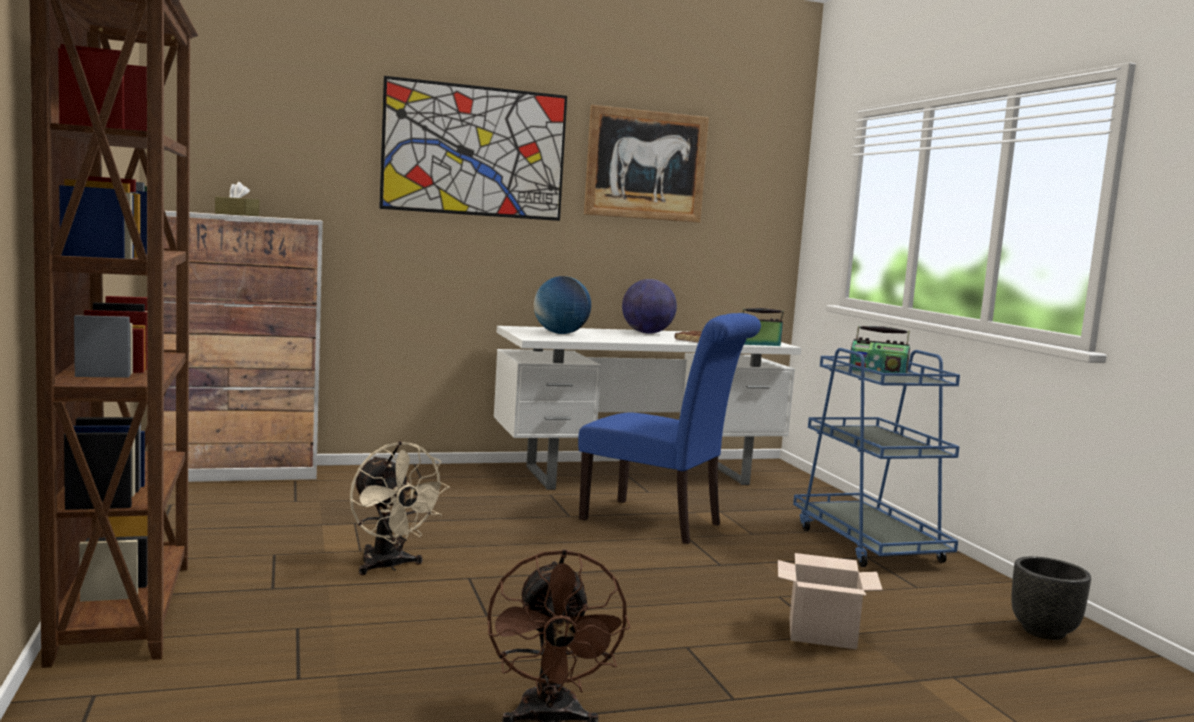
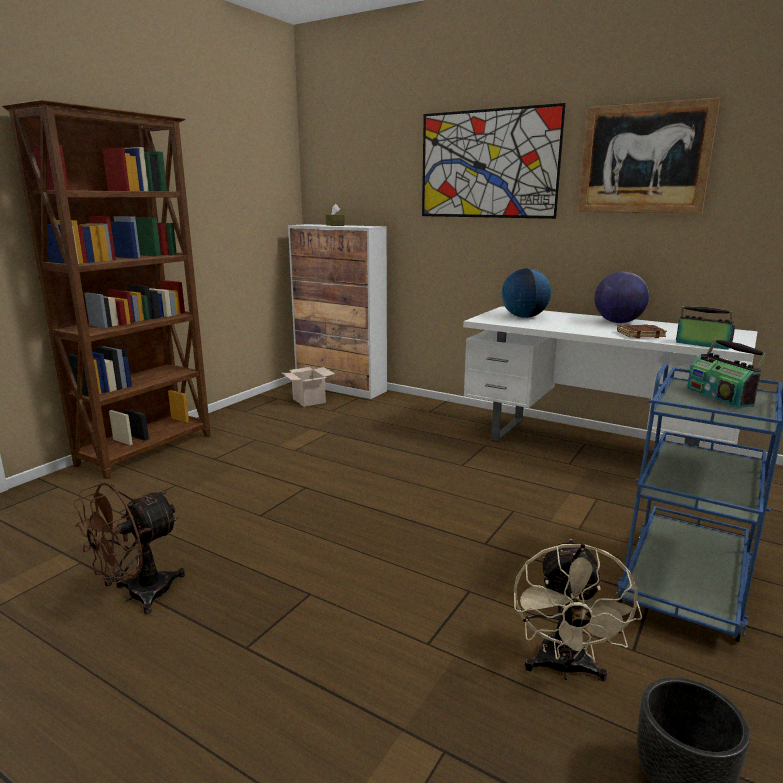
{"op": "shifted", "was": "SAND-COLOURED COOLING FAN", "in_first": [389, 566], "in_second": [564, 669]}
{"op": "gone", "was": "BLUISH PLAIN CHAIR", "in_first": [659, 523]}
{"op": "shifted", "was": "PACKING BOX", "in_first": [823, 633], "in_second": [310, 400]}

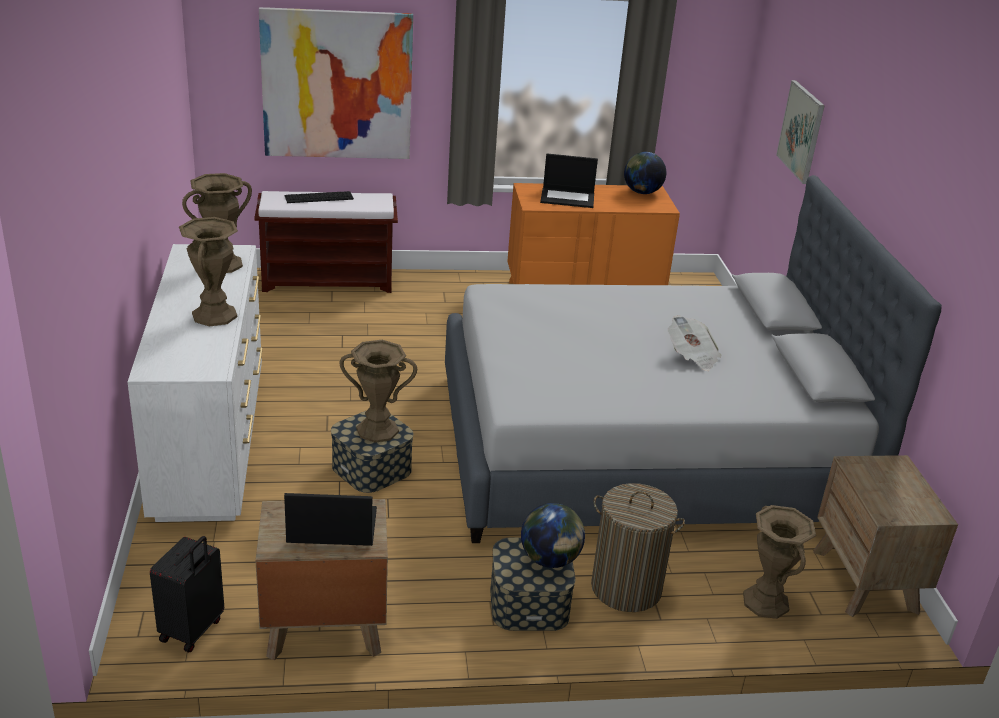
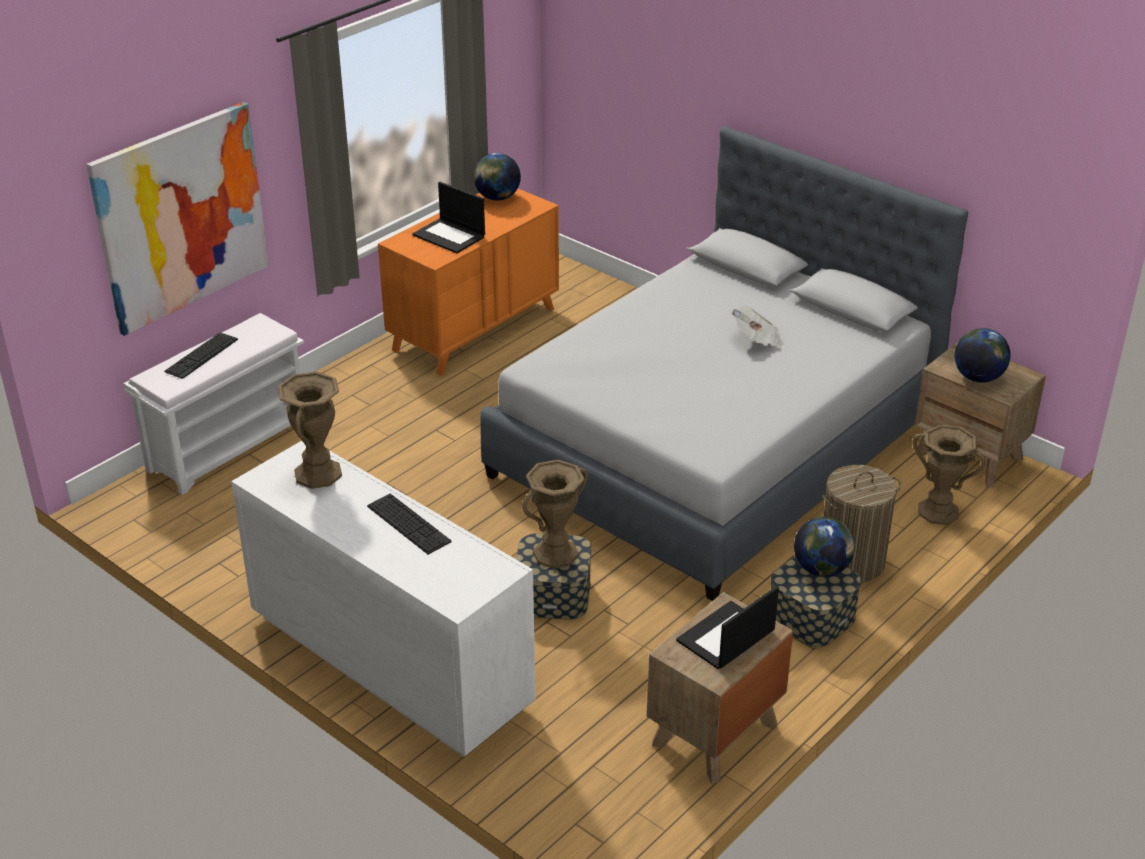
{"op": "gone", "was": "BLACKISH SUITCASE", "in_first": [193, 630]}
{"op": "swapped", "was": "BROWN-COLOURED DECORATIVE VASE", "now": "COMPUTER KEYBOARD", "in_first": [214, 315], "in_second": [408, 524]}
{"op": "repainted", "was": "BROWN-COLOURED LONG SEAT", "now": "WHITE-COLOURED LONG SEAT", "in_first": [329, 281], "in_second": [229, 445]}
{"op": "rotated", "was": "PORTABLE COMPUTER", "in_first": [568, 198], "in_second": [450, 236], "clockwise": 75}
{"op": "gone", "was": "PICTURE", "in_first": [801, 131]}
{"op": "new", "now": "WORLD GLOBE", "in_second": [978, 377]}

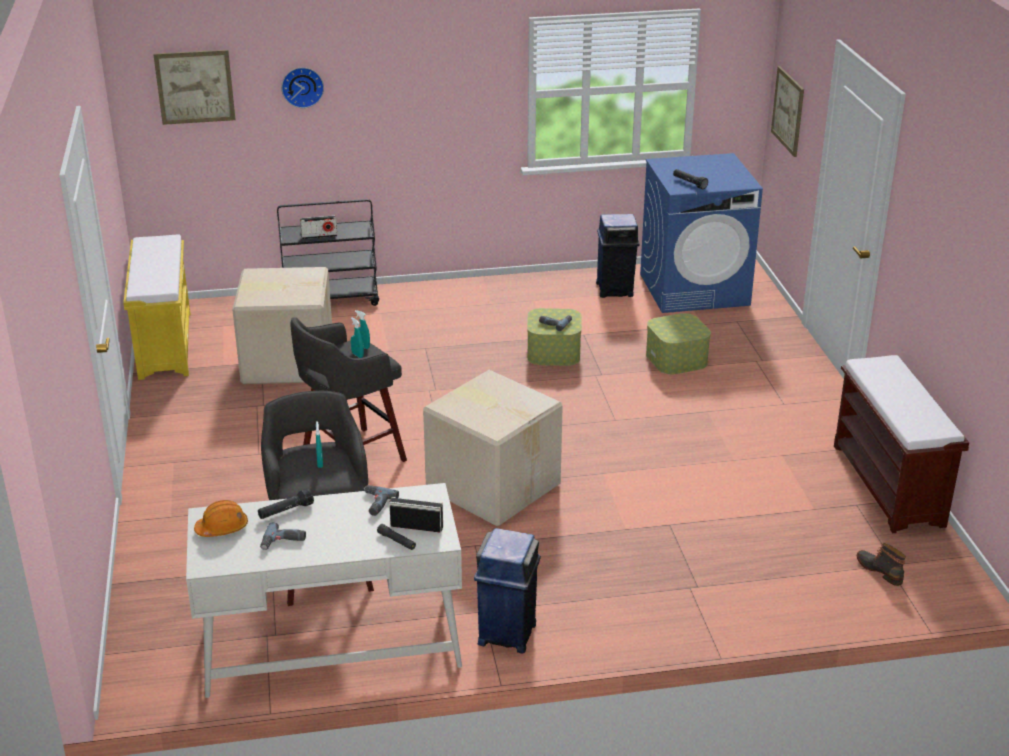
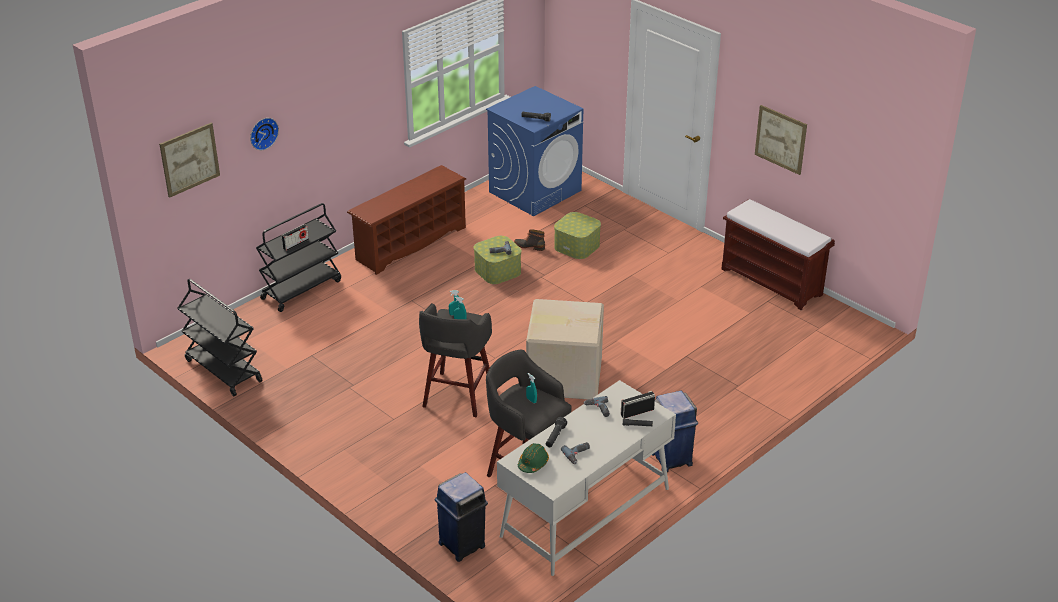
{"op": "swapped", "was": "YELLOWISH LONG SEAT", "now": "BLACKISH TROLLEY", "in_first": [164, 344], "in_second": [222, 370]}
{"op": "repainted", "was": "ORANGE-COLOURED HARD HAT", "now": "GREENISH HARD HAT", "in_first": [222, 528], "in_second": [533, 463]}
{"op": "gone", "was": "PACKING BOX", "in_first": [287, 361]}
{"op": "shifted", "was": "BLUISH RUBBISH BIN", "in_first": [615, 289], "in_second": [462, 544]}
{"op": "shifted", "was": "PICTURE", "in_first": [788, 111], "in_second": [780, 139]}
{"op": "shifted", "was": "TALL BOOT", "in_first": [880, 570], "in_second": [529, 246]}
{"op": "new", "now": "BROWN-COLOURED SHOE SHELF", "in_second": [410, 243]}

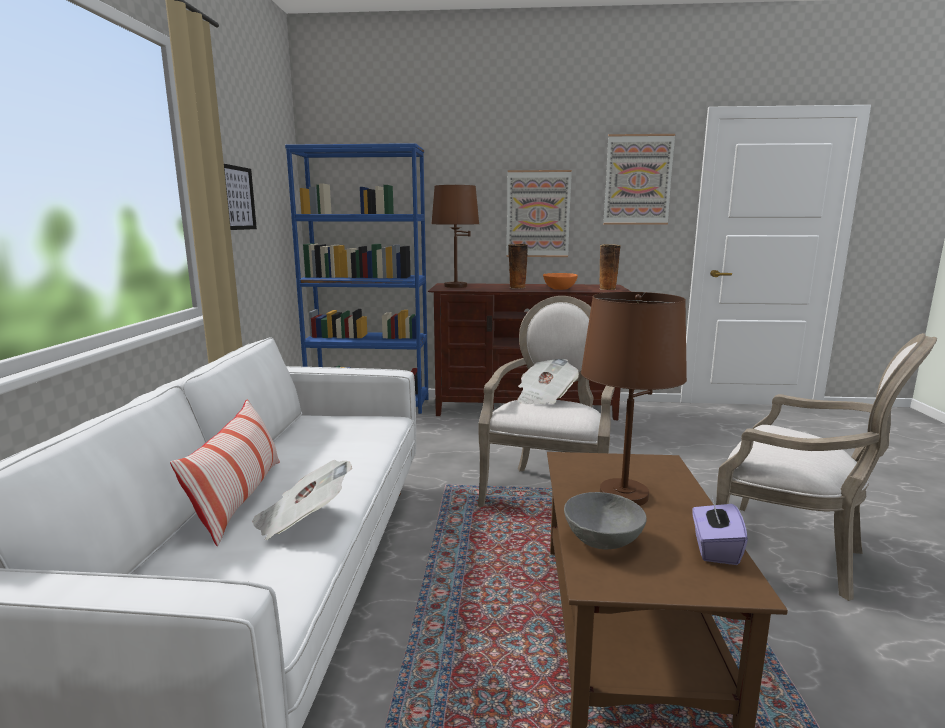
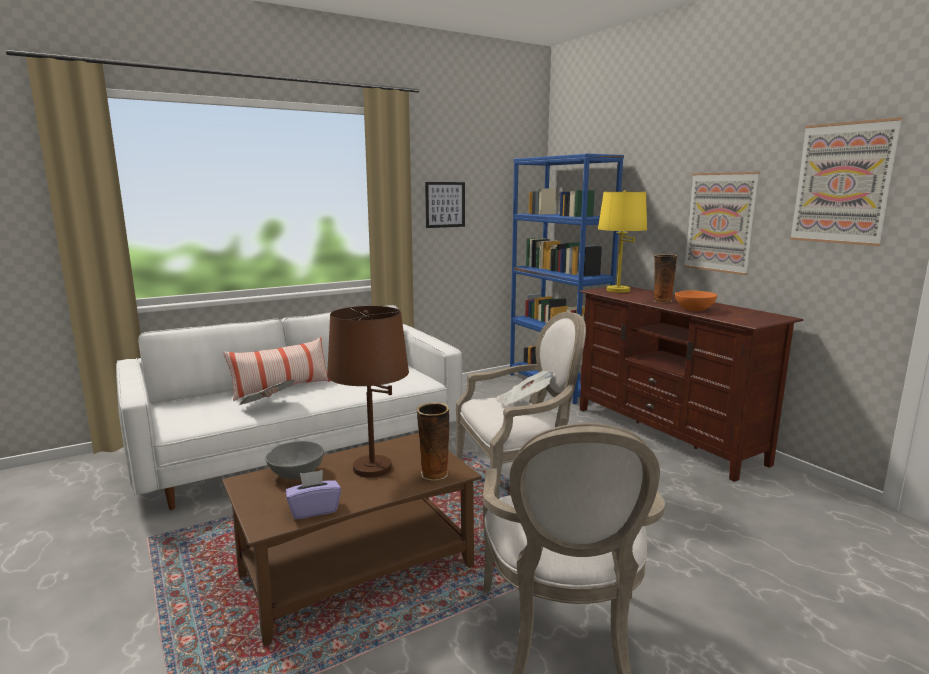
{"op": "repainted", "was": "BROWN-COLOURED TABLE LAMP", "now": "YELLOWISH TABLE LAMP", "in_first": [455, 286], "in_second": [617, 290]}
{"op": "shifted", "was": "DECORATIVE VASE", "in_first": [608, 289], "in_second": [433, 474]}

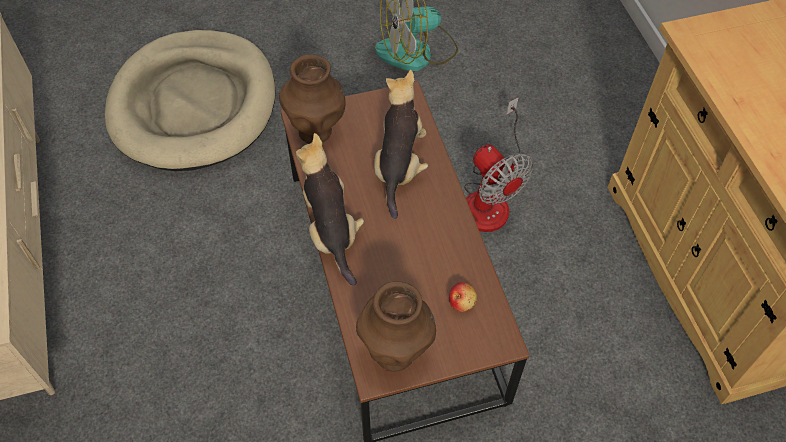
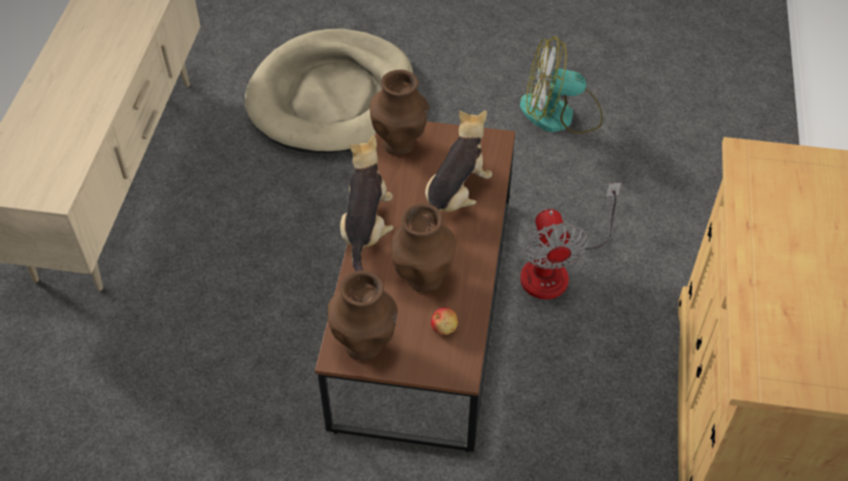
{"op": "new", "now": "BROWN-COLOURED DECORATIVE VASE", "in_second": [423, 278]}

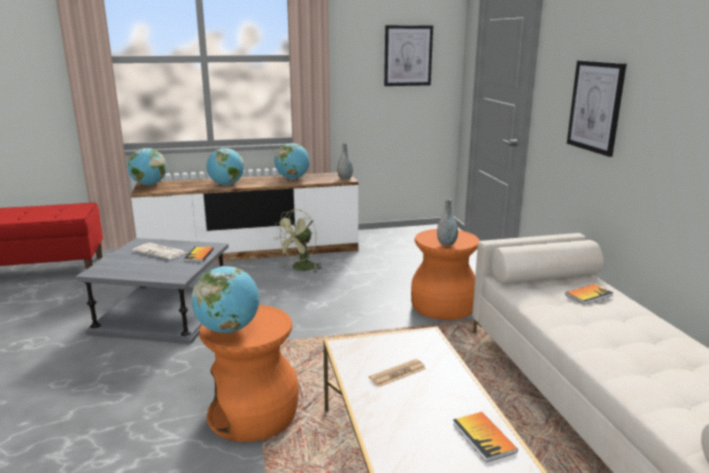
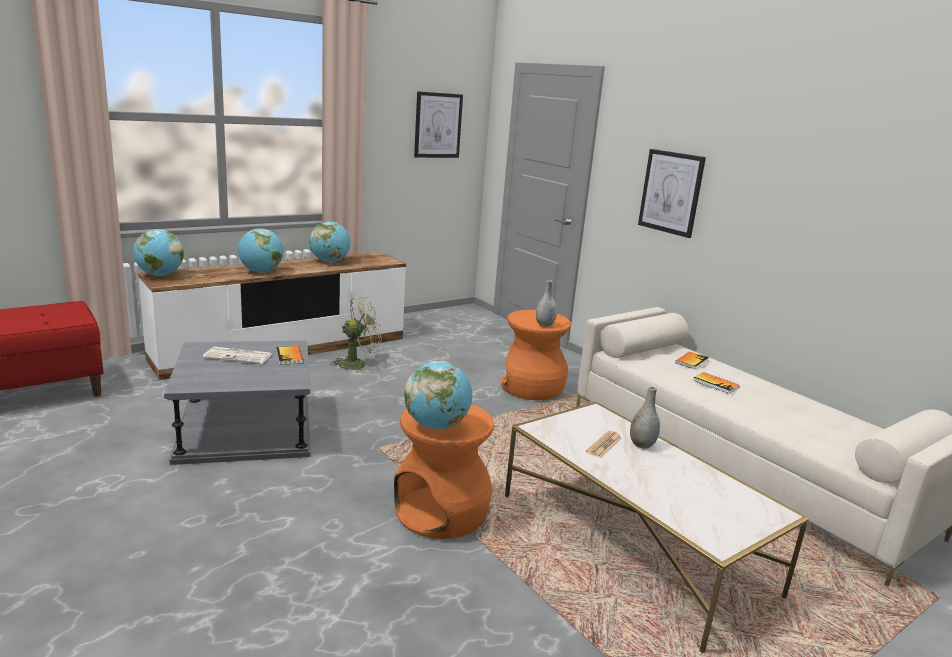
{"op": "rotated", "was": "GREENISH COOLING FAN", "in_first": [300, 269], "in_second": [358, 364], "clockwise": -135}
{"op": "shifted", "was": "GREYISH DECORATIVE VASE", "in_first": [345, 178], "in_second": [642, 445]}
{"op": "shifted", "was": "BOUND BOOK", "in_first": [484, 437], "in_second": [715, 384]}

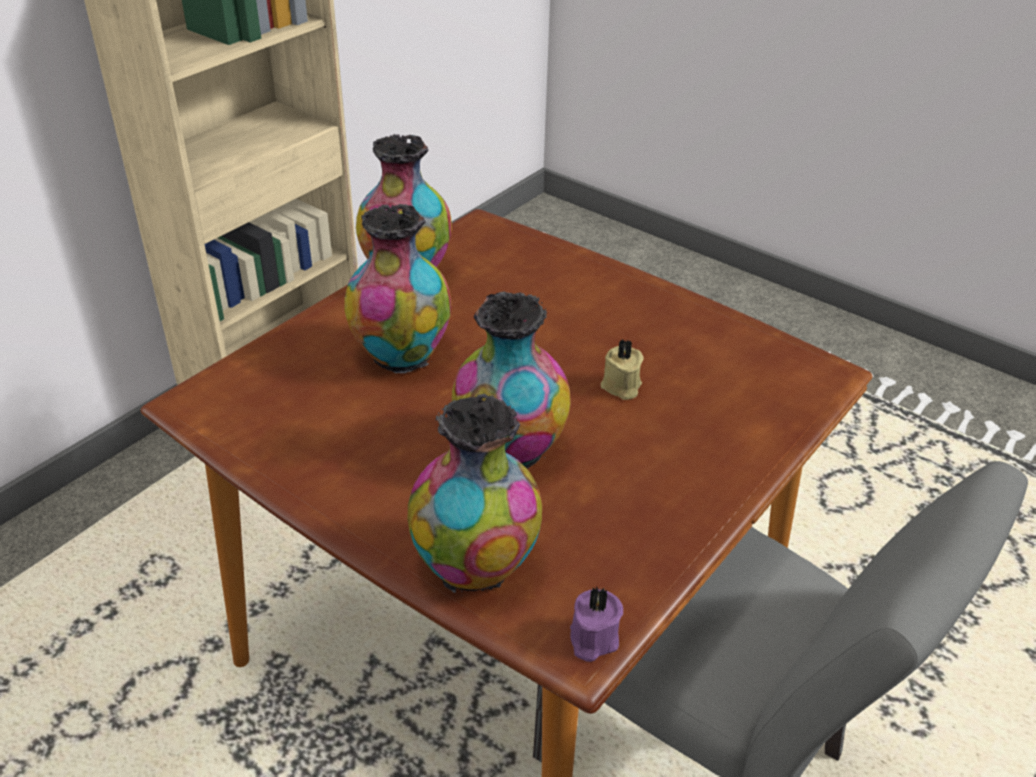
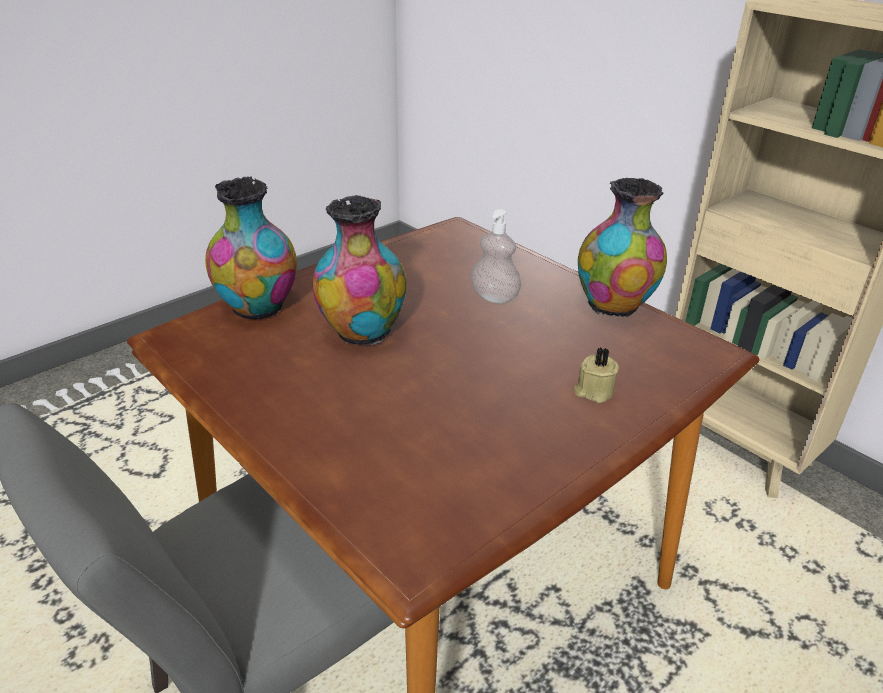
{"op": "swapped", "was": "DECORATIVE VASE", "now": "SOAP BOTTLE", "in_first": [401, 355], "in_second": [494, 297]}
{"op": "gone", "was": "PURPLE-COLOURED WAX LIGHT", "in_first": [592, 639]}
{"op": "shifted", "was": "SAND-COLOURED WAX LIGHT", "in_first": [621, 387], "in_second": [593, 391]}

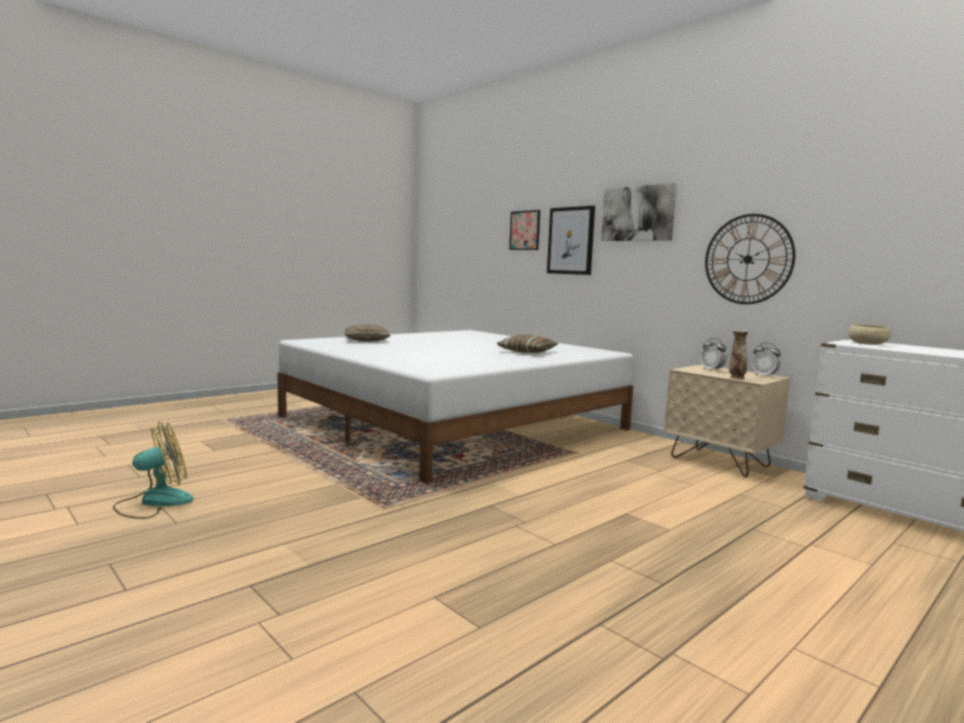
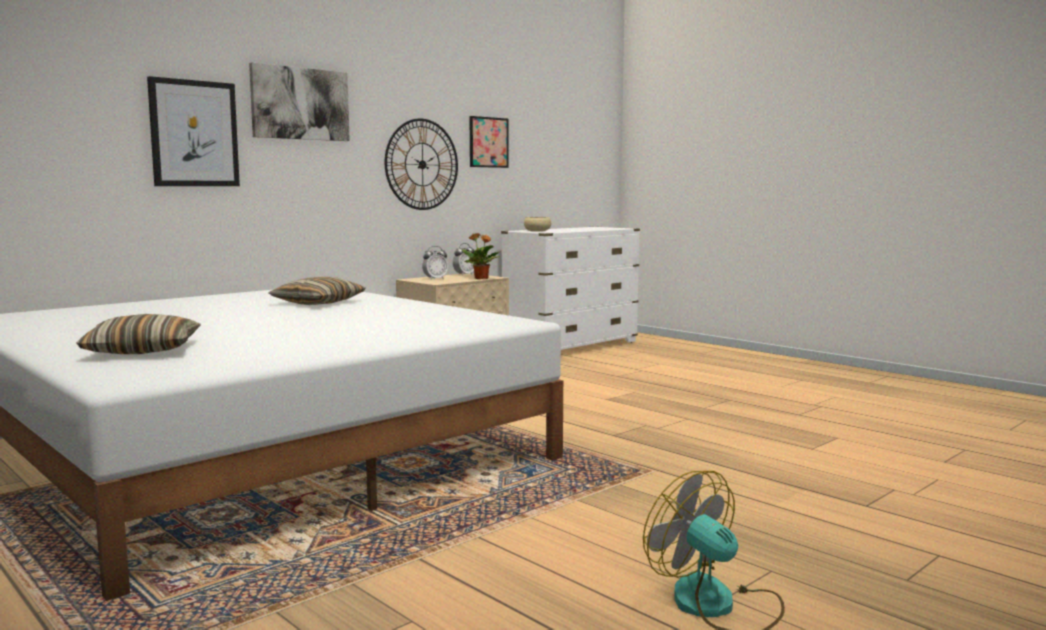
{"op": "shifted", "was": "PICTURE", "in_first": [525, 230], "in_second": [488, 142]}
{"op": "swapped", "was": "DECORATIVE VASE", "now": "PLANT IN A POT", "in_first": [736, 378], "in_second": [481, 278]}

